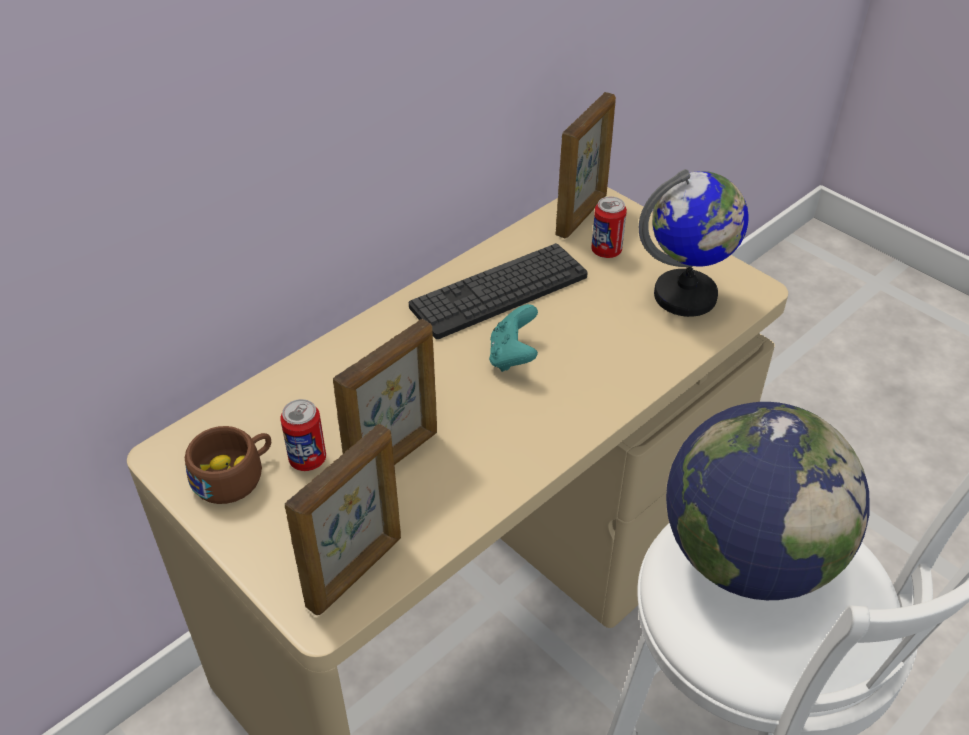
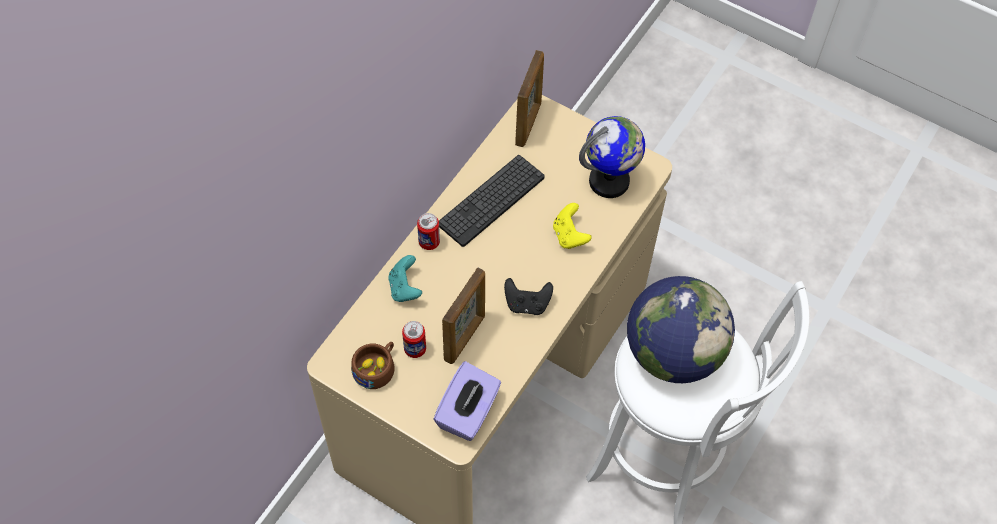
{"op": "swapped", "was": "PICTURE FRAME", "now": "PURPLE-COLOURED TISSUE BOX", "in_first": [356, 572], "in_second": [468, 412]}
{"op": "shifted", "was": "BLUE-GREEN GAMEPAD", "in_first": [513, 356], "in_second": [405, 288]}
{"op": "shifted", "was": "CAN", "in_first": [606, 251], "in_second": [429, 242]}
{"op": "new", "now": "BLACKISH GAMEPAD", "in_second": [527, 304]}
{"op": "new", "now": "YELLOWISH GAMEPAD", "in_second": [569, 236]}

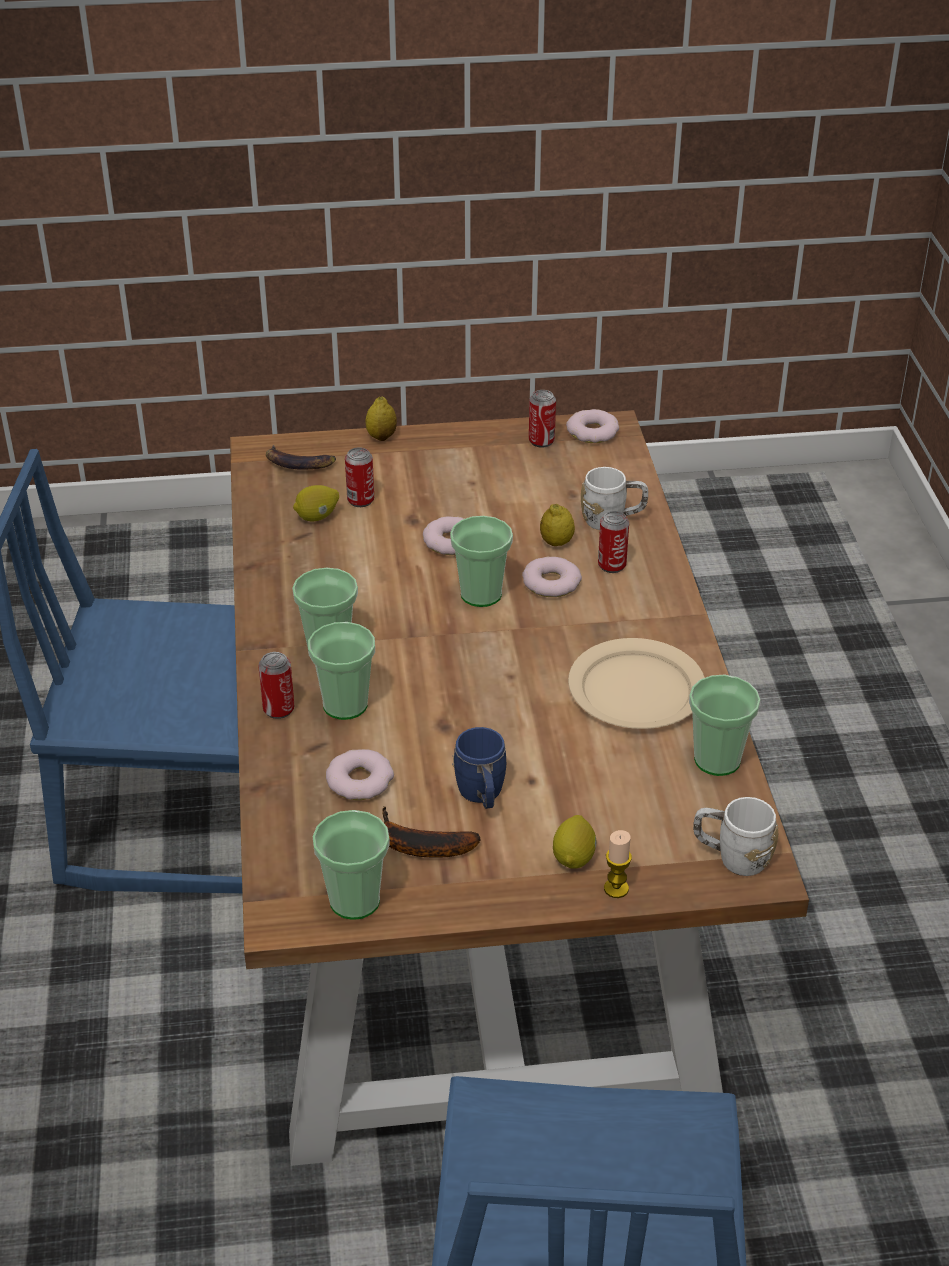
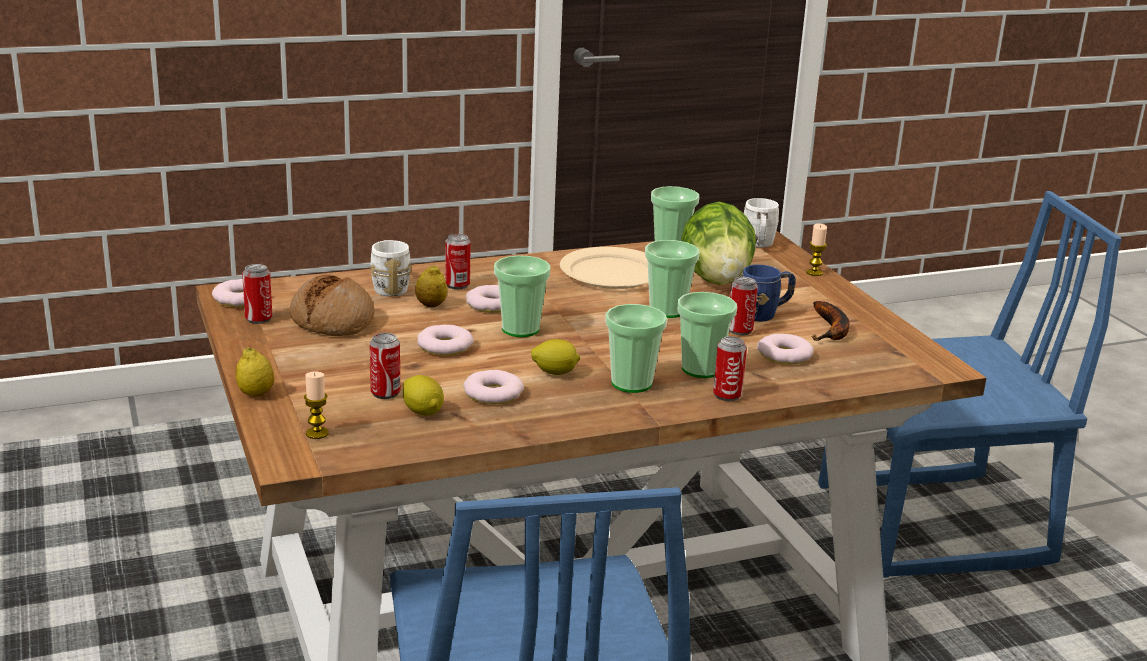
{"op": "swapped", "was": "WHOLE BANANA", "now": "WAX LIGHT", "in_first": [299, 463], "in_second": [317, 433]}
{"op": "shifted", "was": "DRINKING CUP", "in_first": [354, 900], "in_second": [667, 310]}
{"op": "shifted", "was": "WHOLE LEMON", "in_first": [574, 857], "in_second": [555, 373]}
{"op": "new", "now": "BAKED BREAD", "in_second": [333, 320]}
{"op": "new", "now": "RING DOUGHNUT", "in_second": [492, 393]}
{"op": "new", "now": "LETTUCE HEAD", "in_second": [716, 279]}
{"op": "new", "now": "CAN", "in_second": [739, 330]}

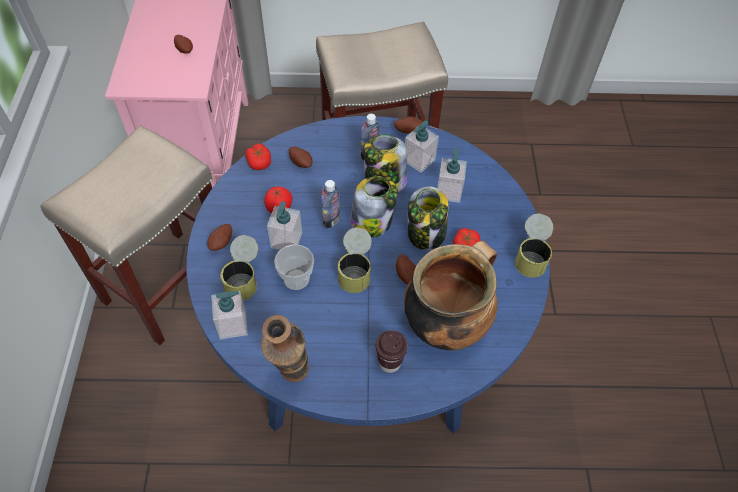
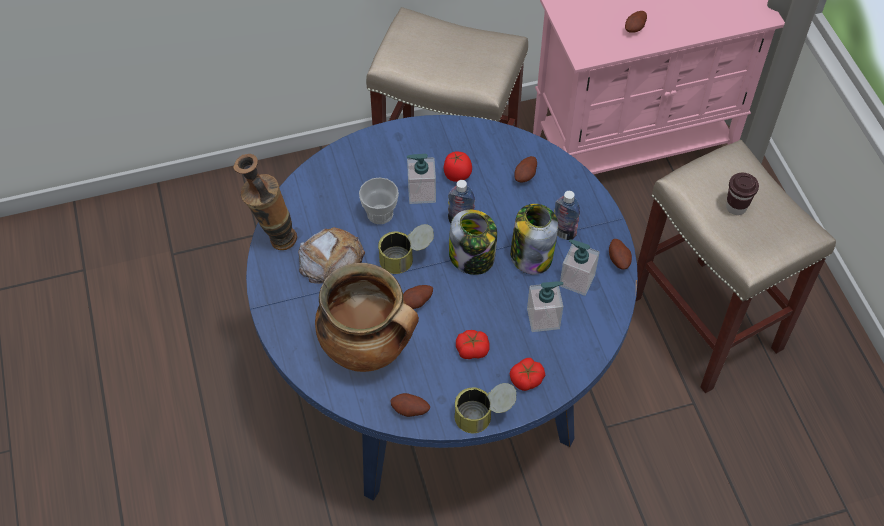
{"op": "shifted", "was": "SPUD", "in_first": [222, 243], "in_second": [410, 411]}
{"op": "gone", "was": "SOAP BOTTLE", "in_first": [233, 325]}
{"op": "gone", "was": "CAN", "in_first": [244, 278]}
{"op": "shifted", "was": "TOMATO", "in_first": [259, 162], "in_second": [527, 379]}
{"op": "shifted", "was": "BROWN-COLOURED DRINKING CUP", "in_first": [389, 362], "in_second": [736, 207]}
{"op": "gone", "was": "STORAGE JAR", "in_first": [426, 234]}
{"op": "new", "now": "BAKED BREAD", "in_second": [331, 259]}

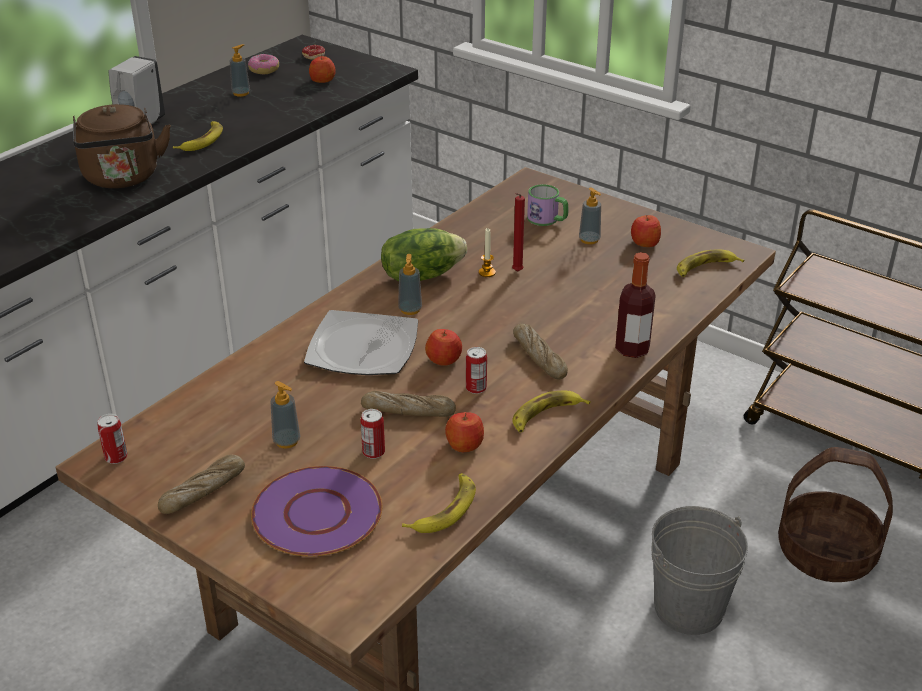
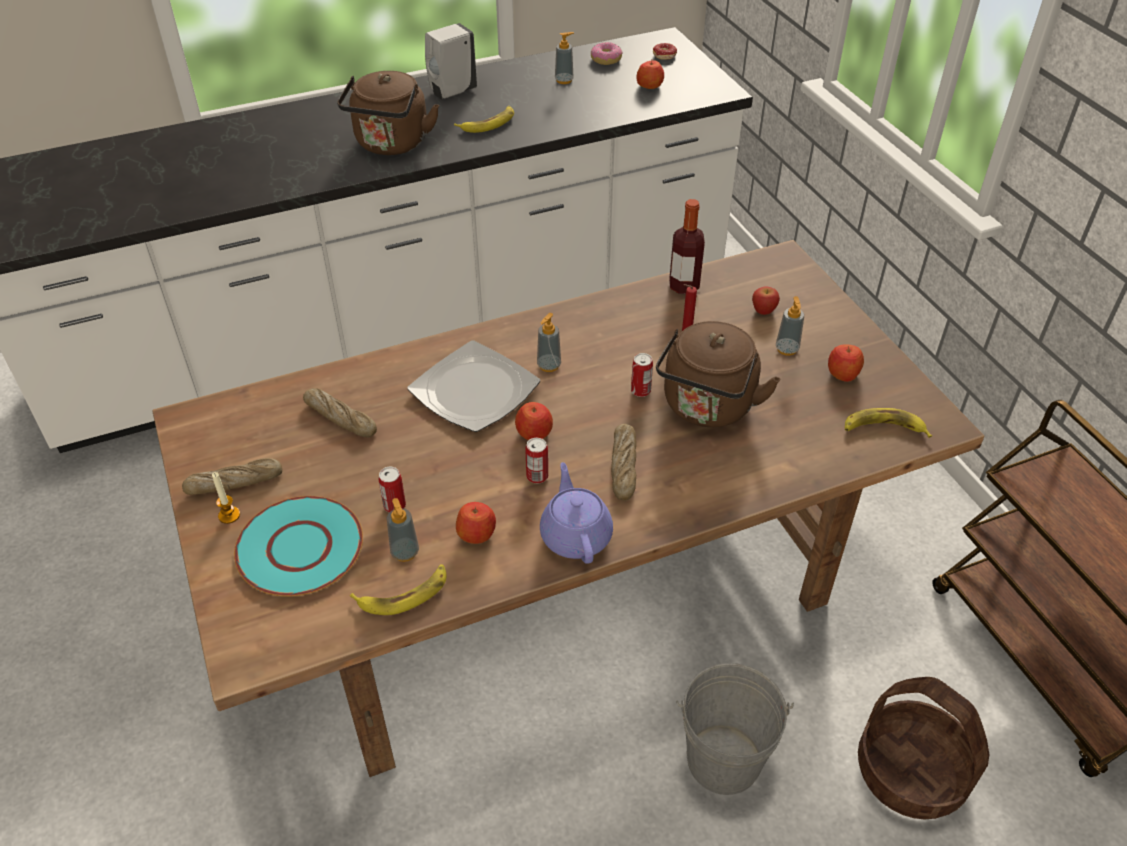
{"op": "shifted", "was": "CAN", "in_first": [116, 457], "in_second": [640, 391]}
{"op": "repainted", "was": "PURPLE-COLOURED PLATE", "now": "BLUE-GREEN PLATE", "in_first": [316, 514], "in_second": [299, 547]}
{"op": "shifted", "was": "SOAP BOTTLE", "in_first": [287, 441], "in_second": [405, 552]}
{"op": "shifted", "was": "BAKED BREAD", "in_first": [408, 411], "in_second": [340, 418]}
{"op": "gone", "was": "LETTUCE HEAD", "in_first": [421, 275]}
{"op": "shifted", "was": "WAX LIGHT", "in_first": [487, 272], "in_second": [229, 515]}
{"op": "swapped", "was": "WHOLE BANANA", "now": "PURPLE-COLOURED POT FOR TEA", "in_first": [546, 416], "in_second": [575, 535]}
{"op": "swapped", "was": "COFFEE MUG", "now": "WHOLE APPLE", "in_first": [547, 220], "in_second": [763, 310]}
{"op": "shifted", "was": "BOTTLE", "in_first": [632, 349], "in_second": [684, 286]}
{"op": "new", "now": "BROWN-COLOURED WATER KETTLE", "in_second": [707, 408]}

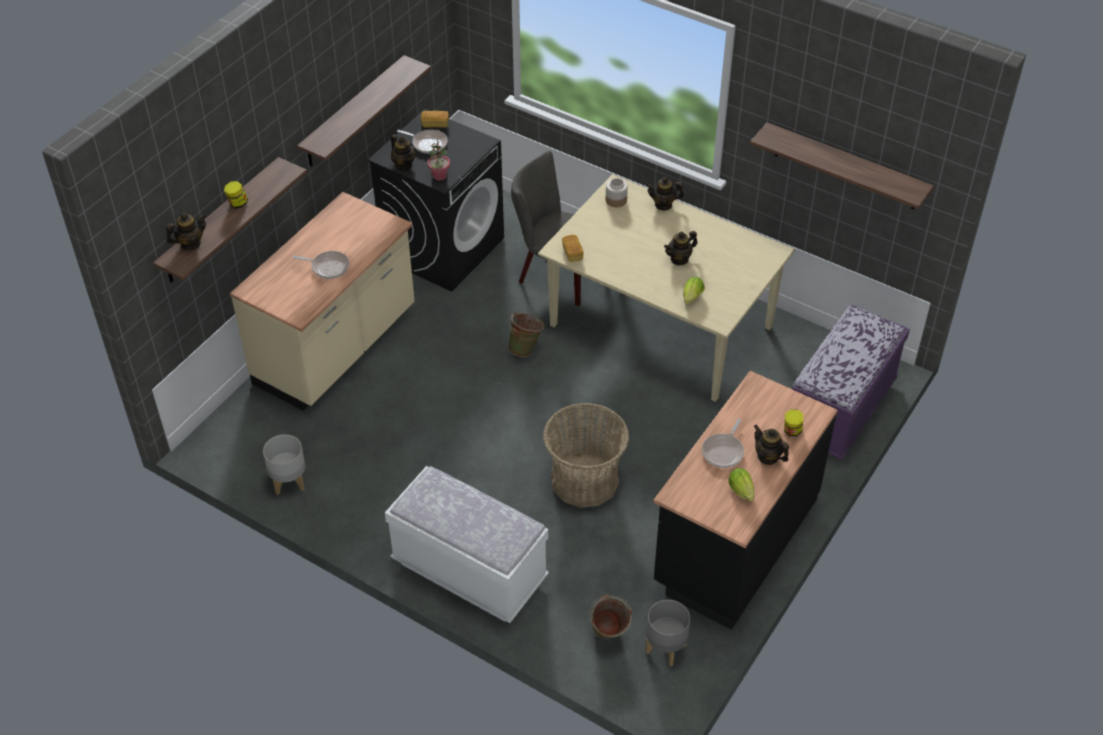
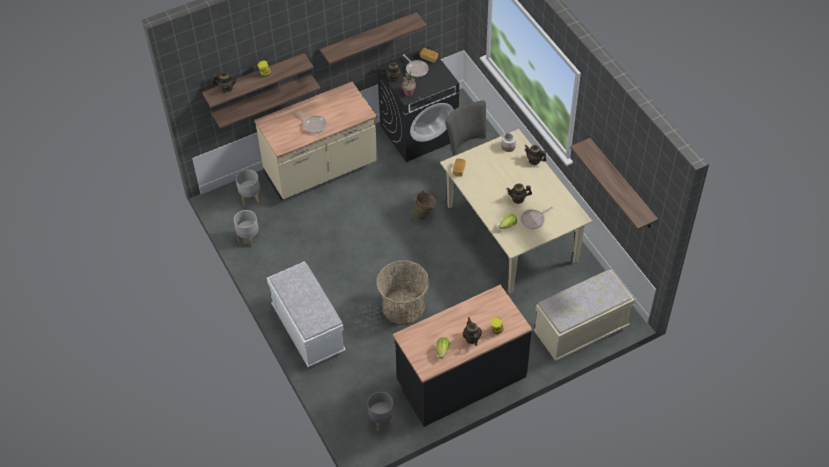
{"op": "gone", "was": "GREENISH WATER BUCKET", "in_first": [608, 636]}
{"op": "shifted", "was": "SKILLET", "in_first": [723, 451], "in_second": [533, 220]}
{"op": "repainted", "was": "PURPLE-COLOURED LONG SEAT", "now": "SAND-COLOURED LONG SEAT", "in_first": [841, 410], "in_second": [580, 331]}
{"op": "new", "now": "WALL SHELF", "in_second": [263, 100]}
{"op": "new", "now": "GREYISH PLANTER", "in_second": [250, 197]}

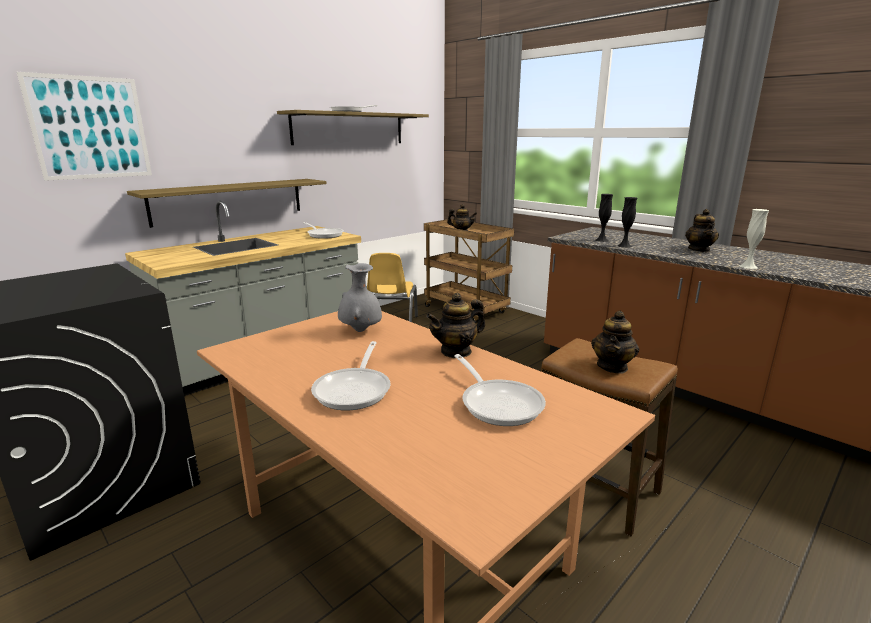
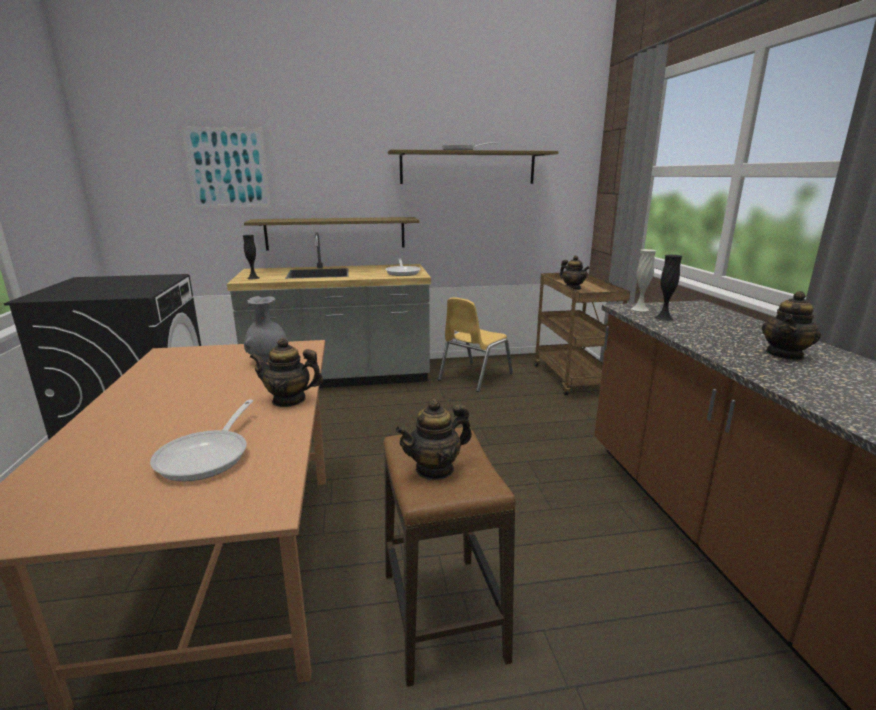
{"op": "gone", "was": "SKILLET", "in_first": [355, 390]}
{"op": "shifted", "was": "BLACKISH DECORATIVE VASE", "in_first": [624, 246], "in_second": [253, 278]}
{"op": "shifted", "was": "WHITE-COLOURED DECORATIVE VASE", "in_first": [748, 266], "in_second": [640, 309]}

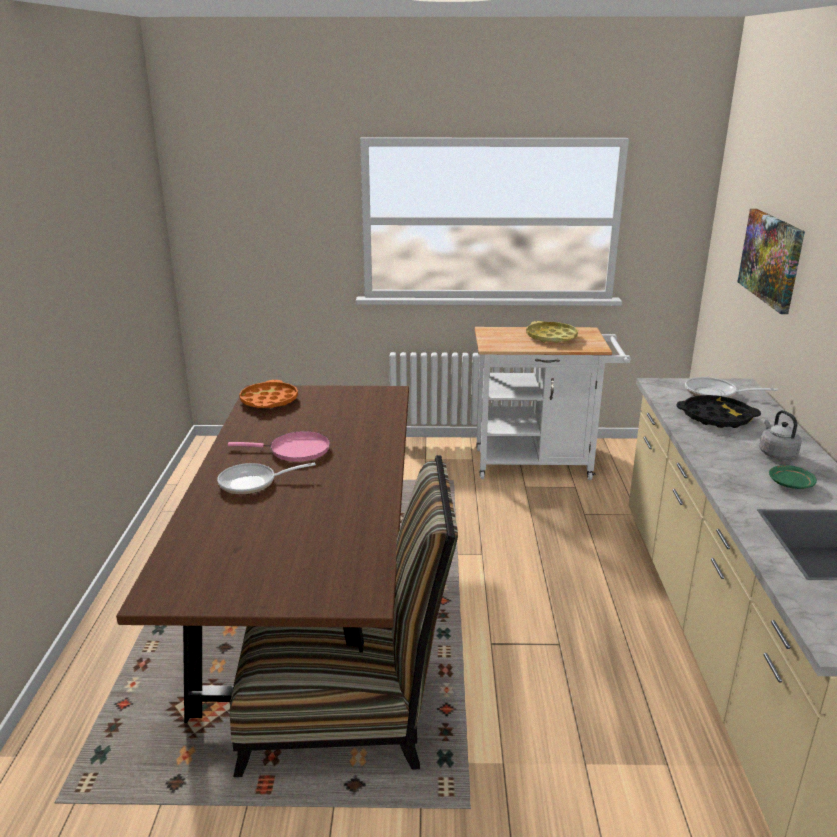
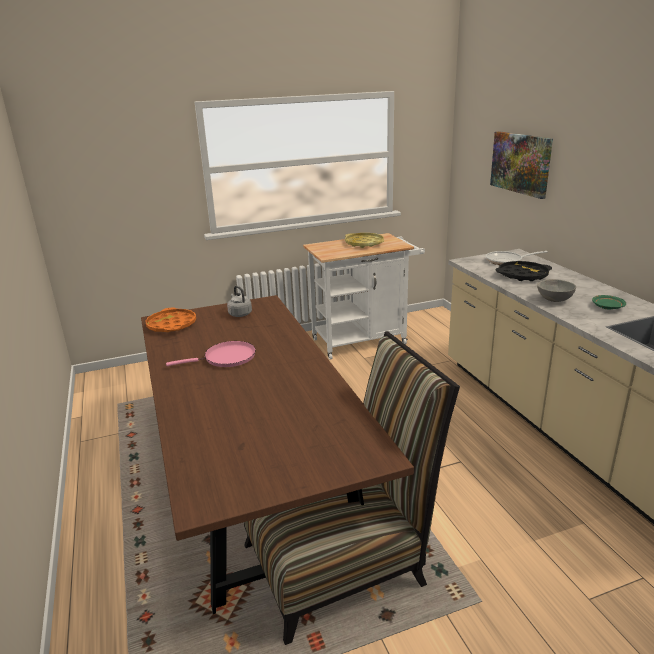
{"op": "gone", "was": "SKILLET", "in_first": [252, 483]}
{"op": "shifted", "was": "GREYISH WATER KETTLE", "in_first": [776, 453], "in_second": [239, 314]}
{"op": "new", "now": "GREYISH SERVING BOWL", "in_second": [554, 300]}

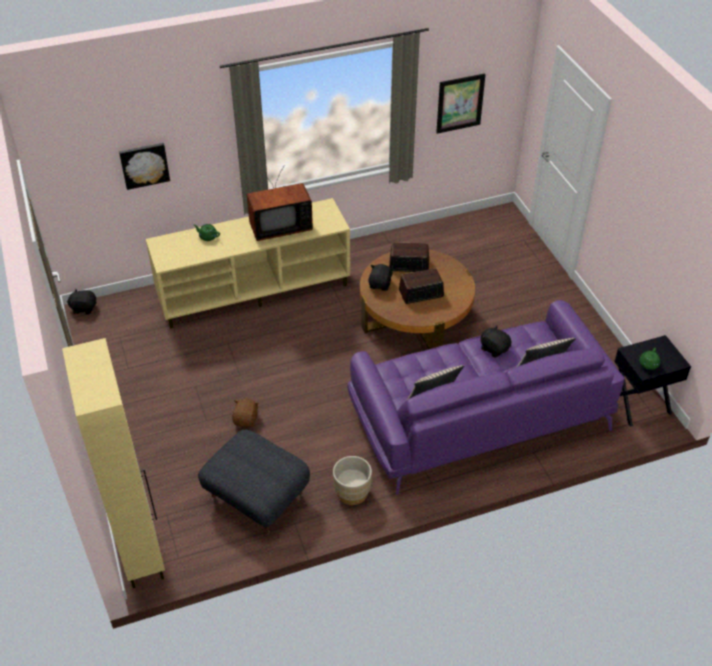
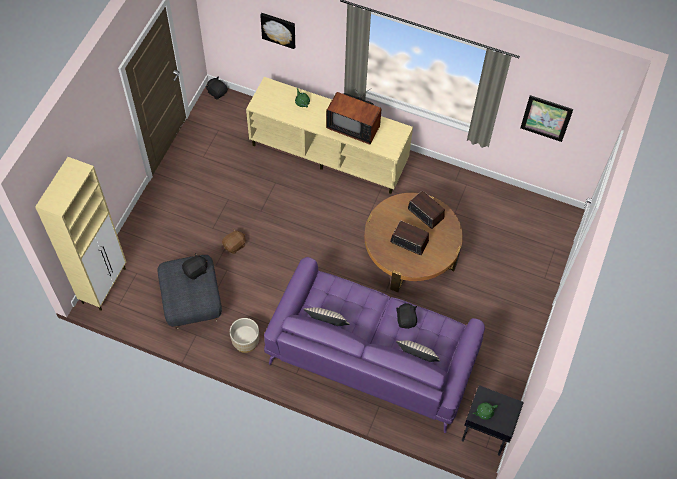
{"op": "shifted", "was": "BLACKISH SOFT TOY", "in_first": [380, 284], "in_second": [196, 271]}

